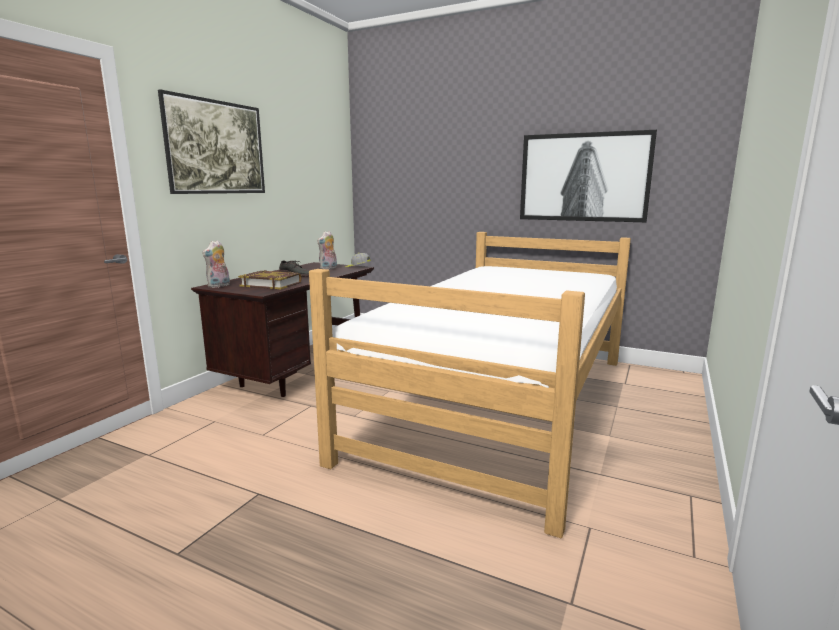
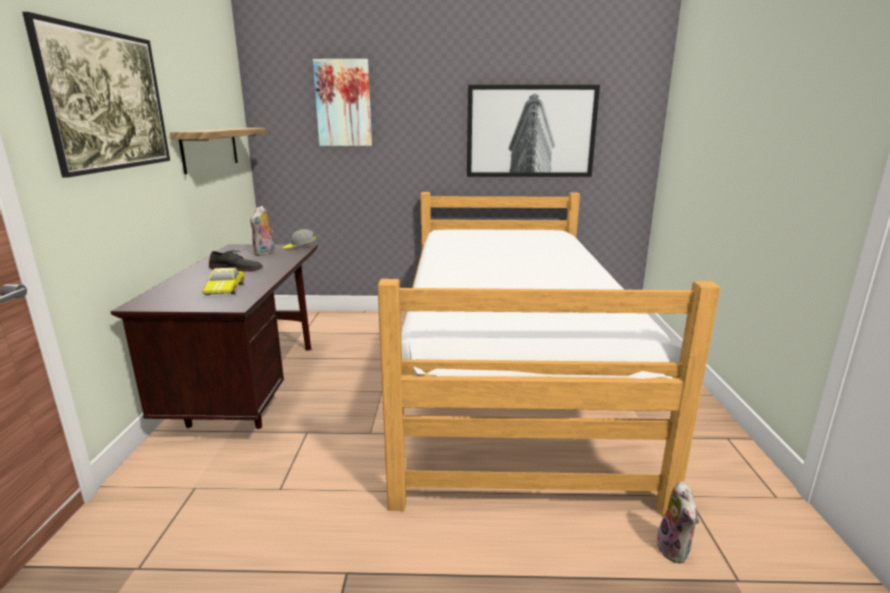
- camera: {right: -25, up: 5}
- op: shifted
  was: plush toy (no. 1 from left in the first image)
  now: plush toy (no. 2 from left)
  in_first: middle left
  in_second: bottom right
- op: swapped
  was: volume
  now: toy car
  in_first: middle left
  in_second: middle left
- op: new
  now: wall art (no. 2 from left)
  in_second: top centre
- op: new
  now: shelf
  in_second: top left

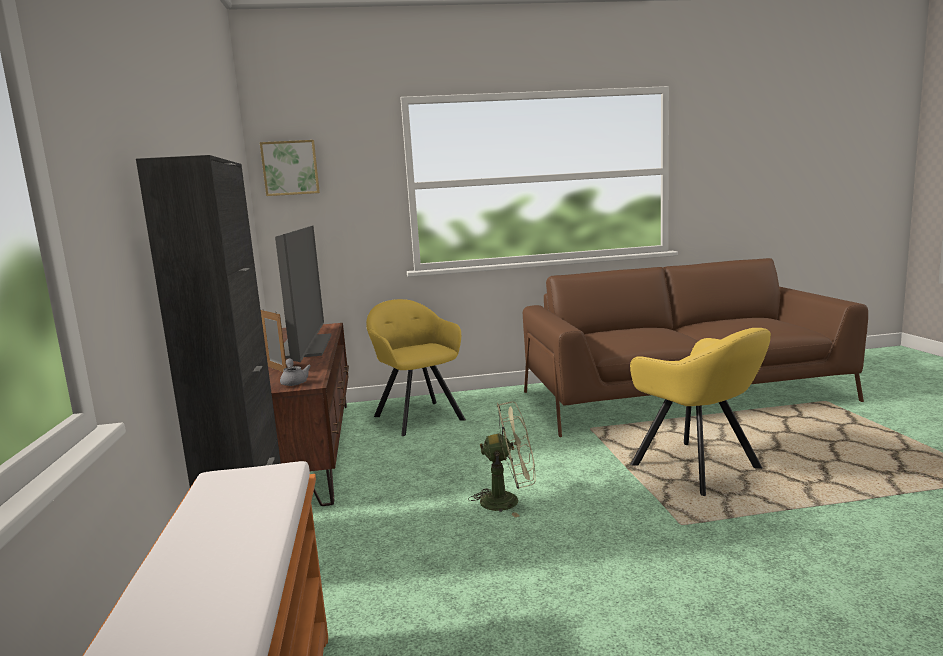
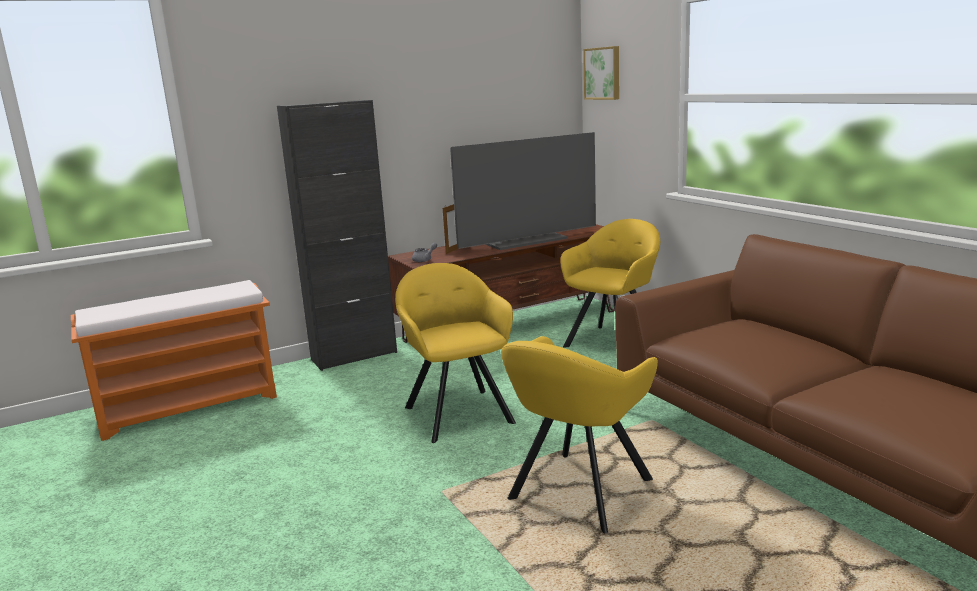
- camera: {right: 70, up: 5}
- op: swapped
  was: green cooling fan
  now: yellow-coloured lounge chair (no. 1 from left)
  in_first: bottom centre
  in_second: centre

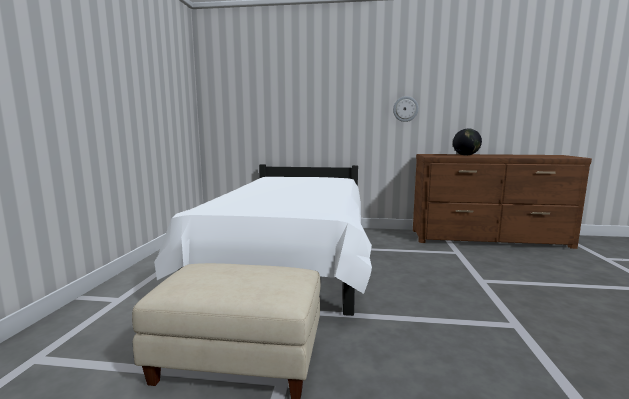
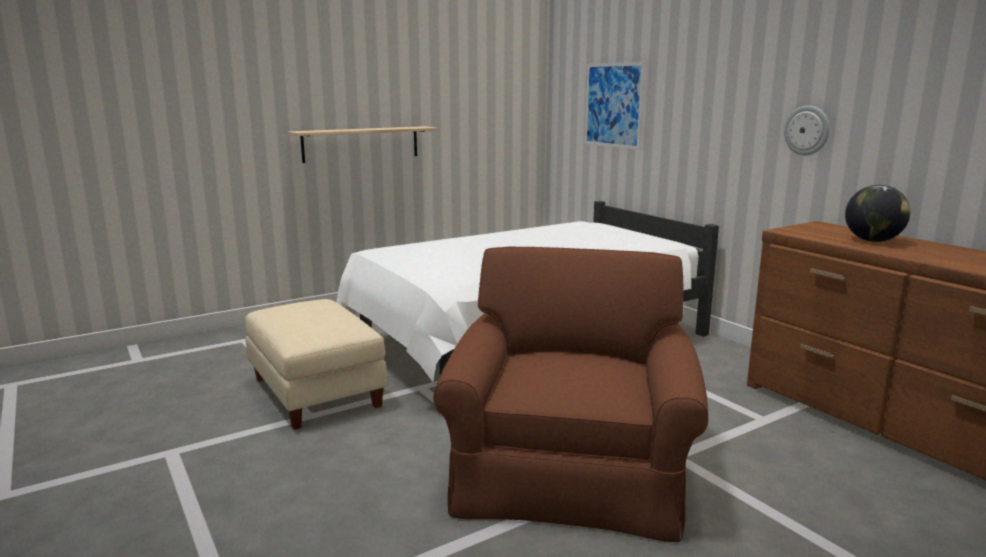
- camera: {right: 50, up: 5}
- op: new
  now: wall art
  in_second: top centre
- op: new
  now: shelf
  in_second: top centre
- op: new
  now: brownish lounge chair
  in_second: bottom centre

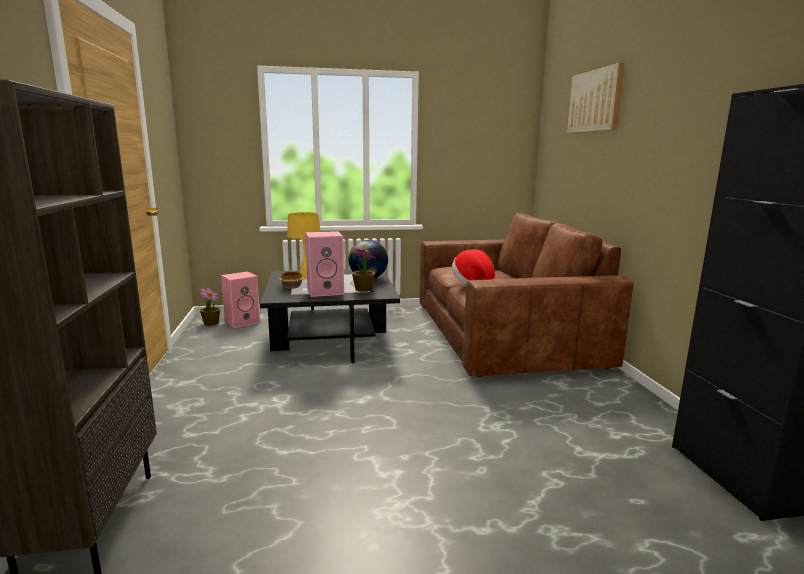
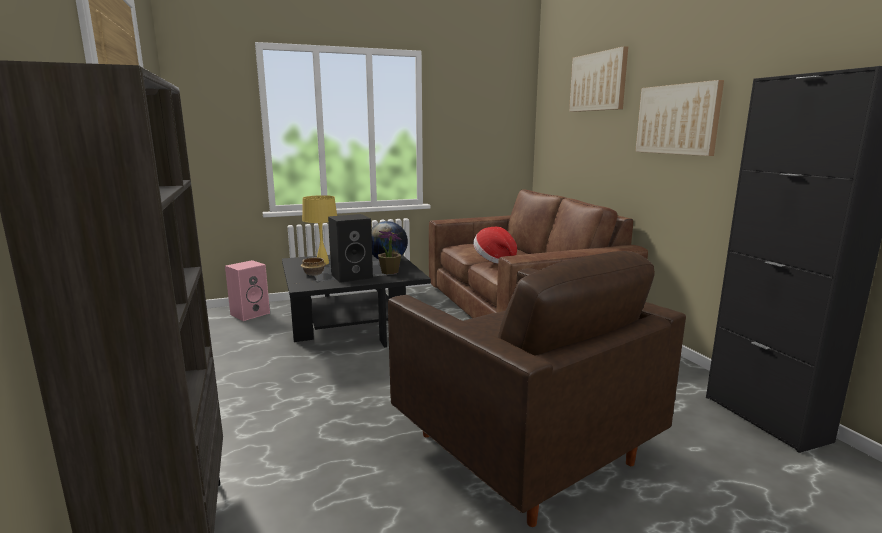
- camera: {right: -10, up: 0}
- op: repainted
  was: pink-coloured speaker (no. 2 from left)
  now: black speaker
  in_first: centre
  in_second: centre
- op: gone
  was: potted plant (no. 1 from left)
  in_first: middle left
- op: new
  now: wall art (no. 2 from left)
  in_second: top right
- op: new
  now: brownish lounge chair
  in_second: bottom centre

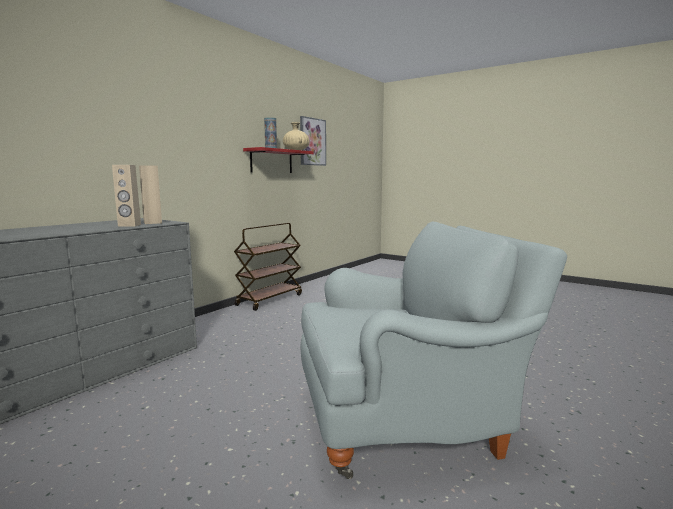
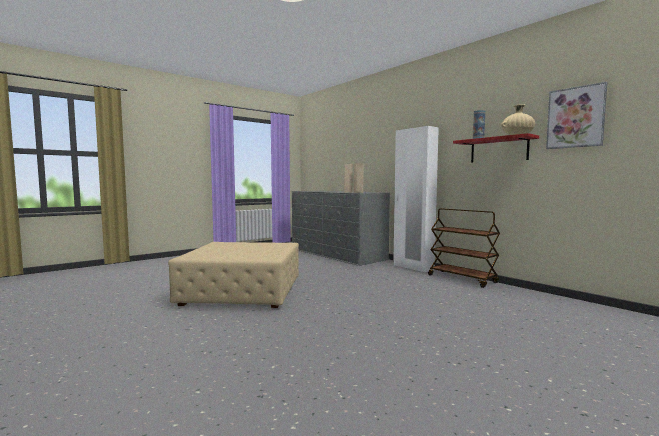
- camera: {right: 105, up: -5}
- op: swapped
  was: greyish lounge chair
  now: beige ottoman
  in_first: bottom centre
  in_second: centre
- op: new
  now: white-coloured armoire
  in_second: centre

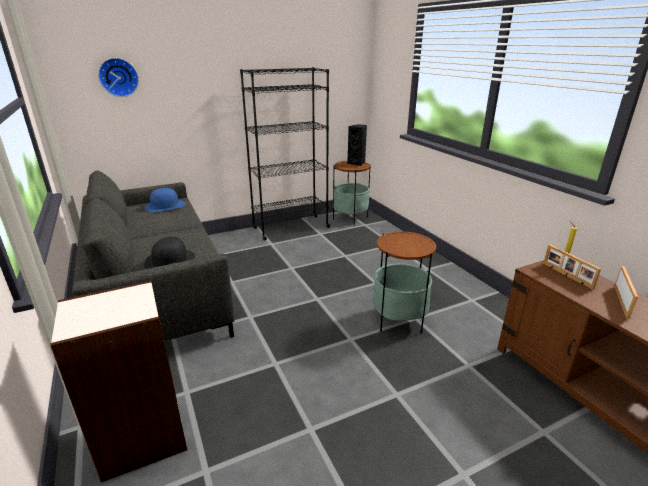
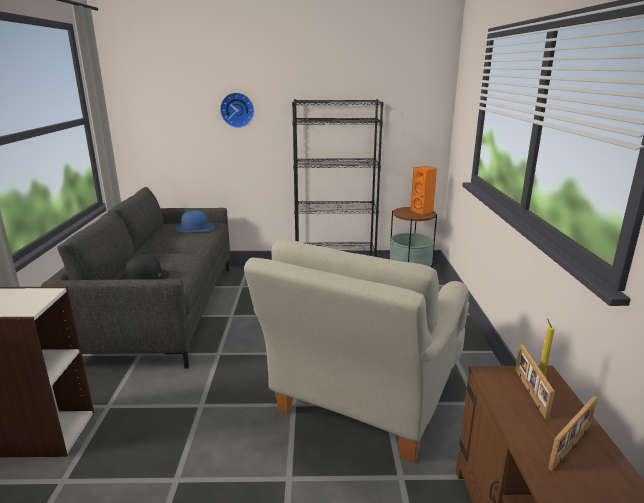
- camera: {right: 25, up: -5}
- op: shifted
  was: wall clock
  in_first: top left
  in_second: top centre
- op: repainted
  was: black speaker
  now: orange-coloured speaker
  in_first: top centre
  in_second: centre
- op: swapped
  was: accent table (no. 2 from left)
  now: beige lounge chair
  in_first: centre
  in_second: bottom centre

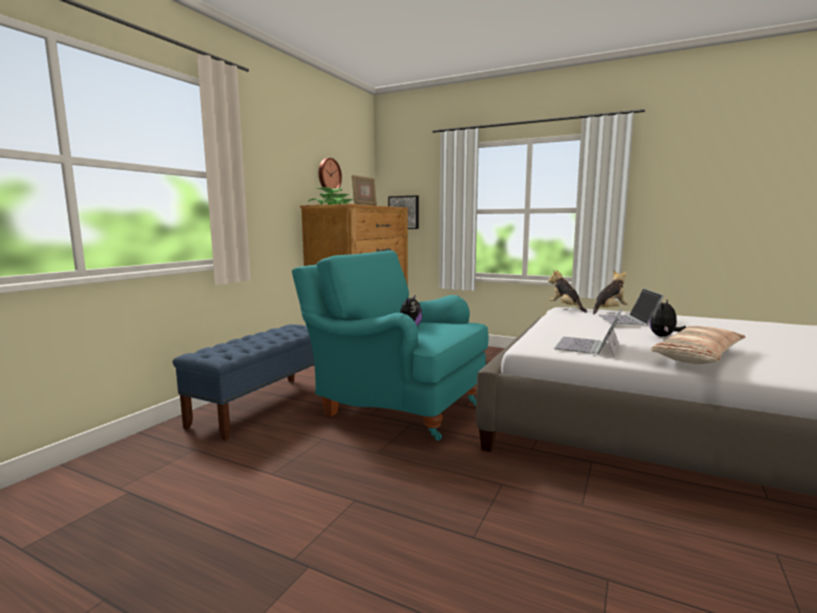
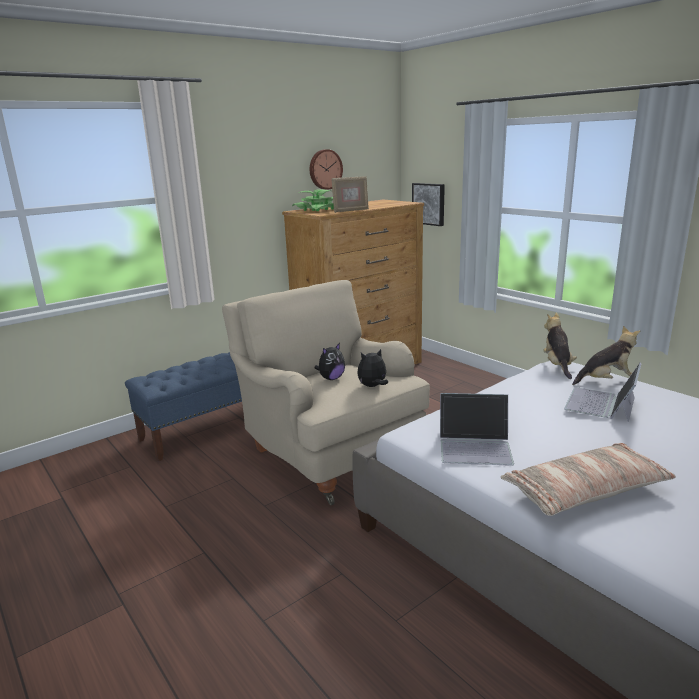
- camera: {right: 25, up: 10}
- op: repainted
  was: turquoise lounge chair
  now: beige lounge chair
  in_first: centre
  in_second: centre
- op: shifted
  was: plush toy (no. 4 from left in the first image)
  now: plush toy (no. 2 from left)
  in_first: middle right
  in_second: centre
- op: rotated
  was: laptop (no. 1 from left)
  in_first: middle right
  in_second: middle right
  clockwise: -135

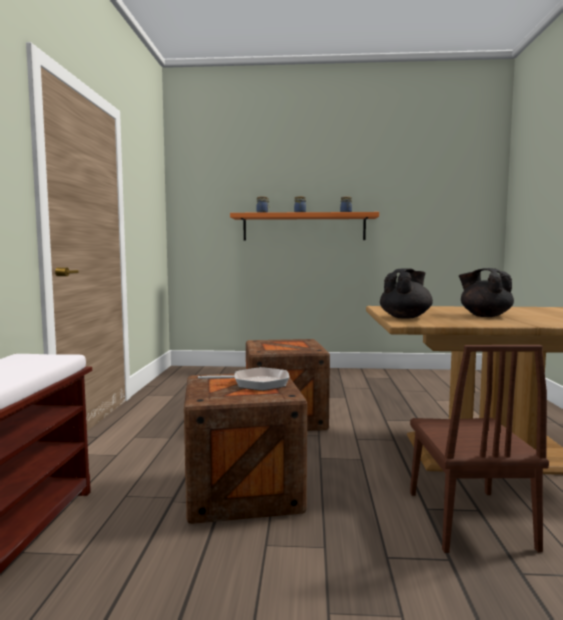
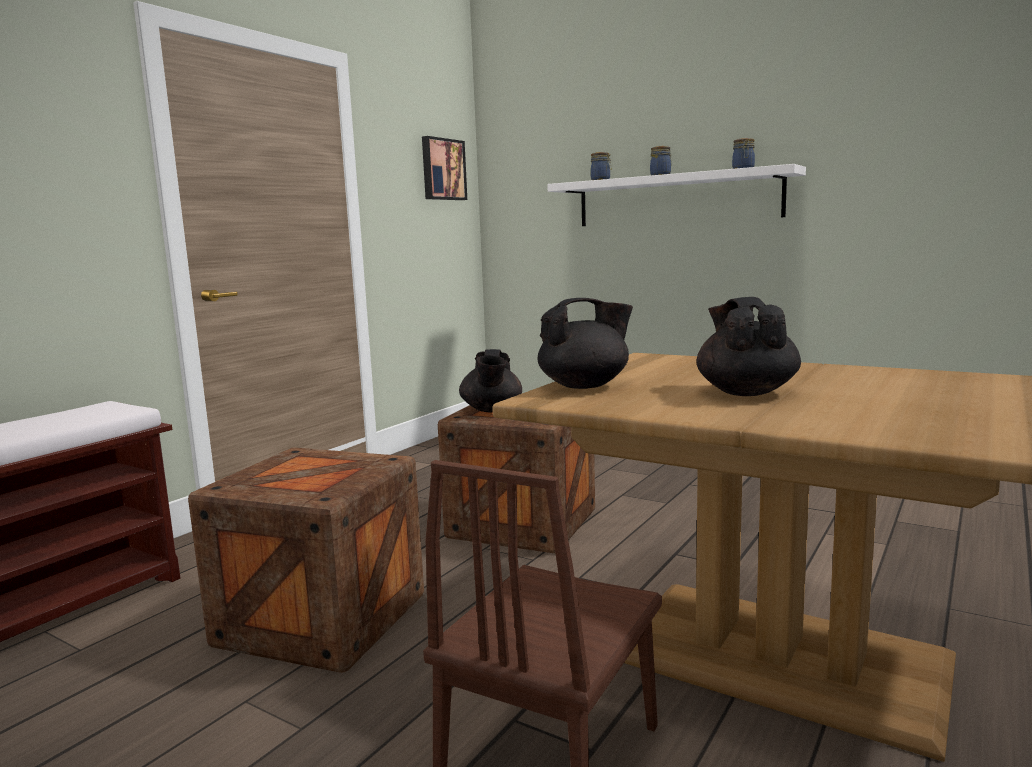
- camera: {right: 30, up: 5}
- op: repainted
  was: orange-coloured shelf
  now: white-coloured shelf
  in_first: centre
  in_second: top centre
- op: gone
  was: pan
  in_first: centre
- op: new
  now: wall art
  in_second: top centre
- op: new
  now: black teapot (no. 1 from left)
  in_second: centre

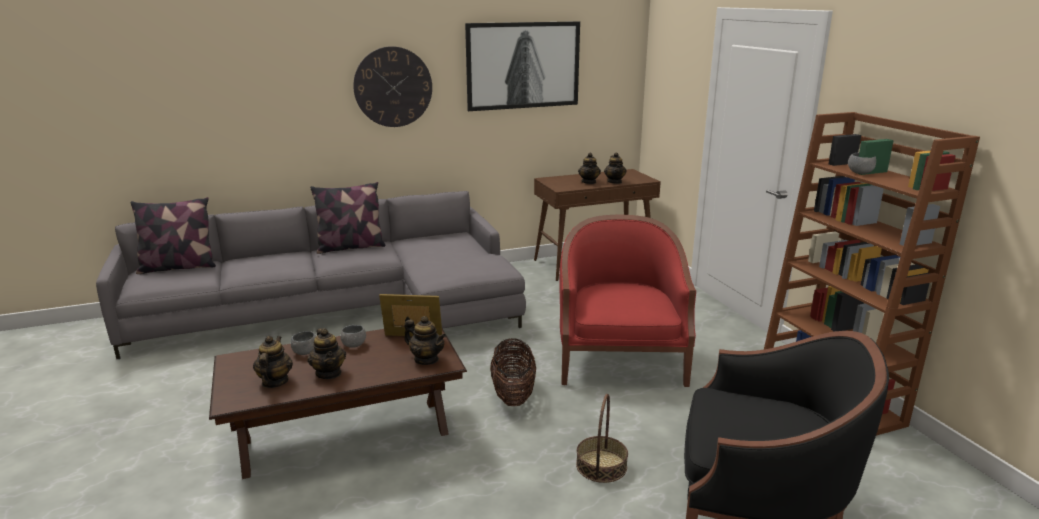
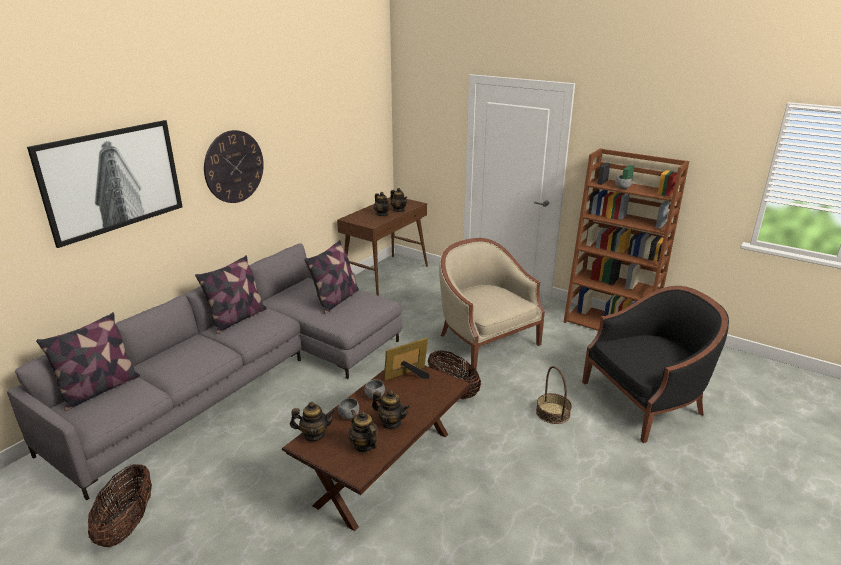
- camera: {right: -35, up: 5}
- op: shifted
  was: wall art
  in_first: top centre
  in_second: top left
- op: repainted
  was: red-coloured lounge chair
  now: beige lounge chair
  in_first: centre
  in_second: centre
- op: shifted
  was: teapot (no. 3 from left in the first image)
  now: teapot (no. 1 from left)
  in_first: centre
  in_second: bottom centre
- op: new
  now: pillow (no. 3 from left)
  in_second: centre
- op: new
  now: storage basket (no. 1 from left)
  in_second: bottom left

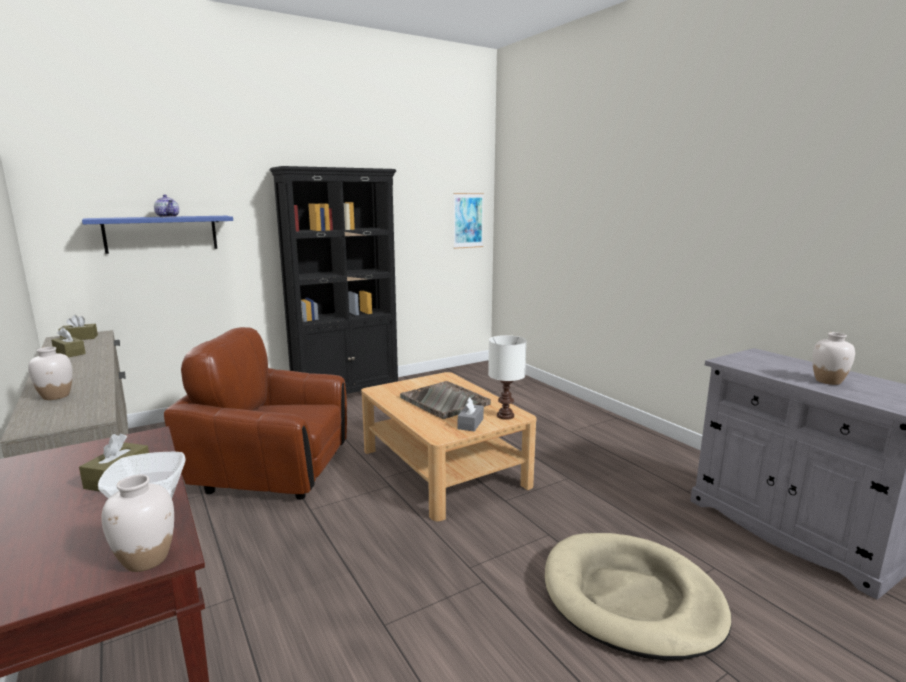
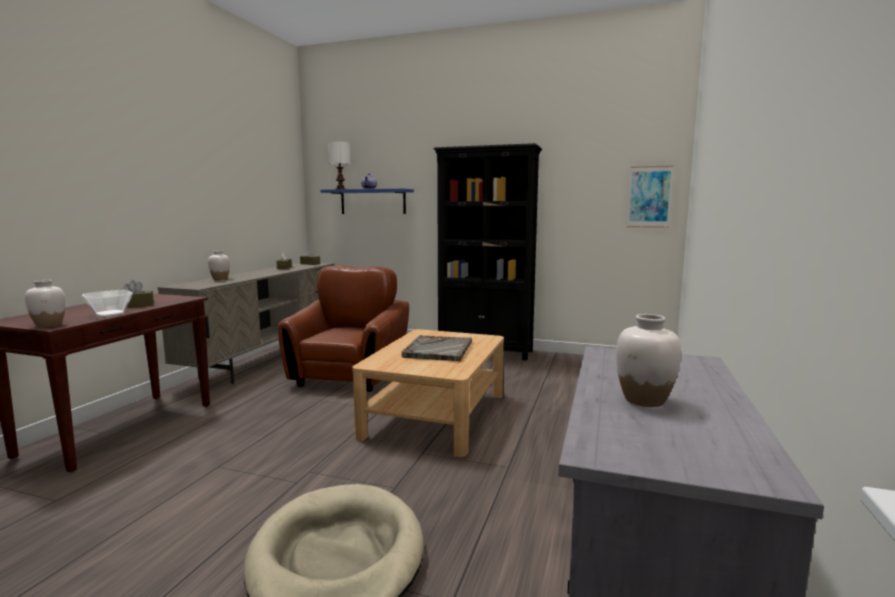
- camera: {right: 50, up: -5}
- op: rotated
  was: brownish lounge chair
  in_first: middle left
  in_second: centre
  clockwise: 45
- op: shifted
  was: white-coloured lamp for a table
  in_first: centre
  in_second: top centre
- op: gone
  was: greyish tissue box
  in_first: centre

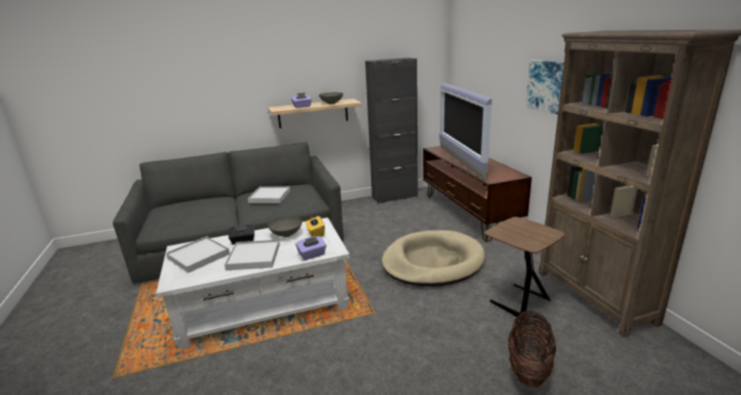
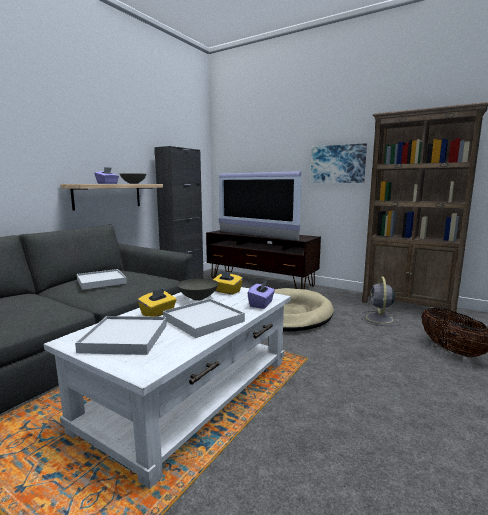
- camera: {right: -40, up: -10}
- op: swapped
  was: brownish accent table
  now: greyish cooling fan
  in_first: bottom right
  in_second: middle right
- op: repainted
  was: black tissue box
  now: yellow-coloured tissue box (no. 1 from left)
  in_first: middle left
  in_second: middle left

